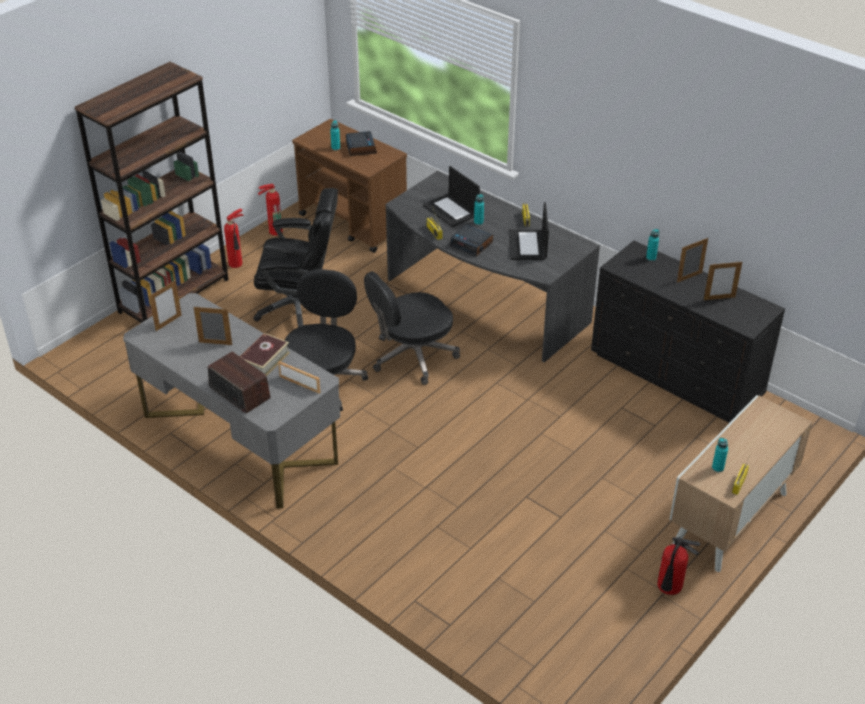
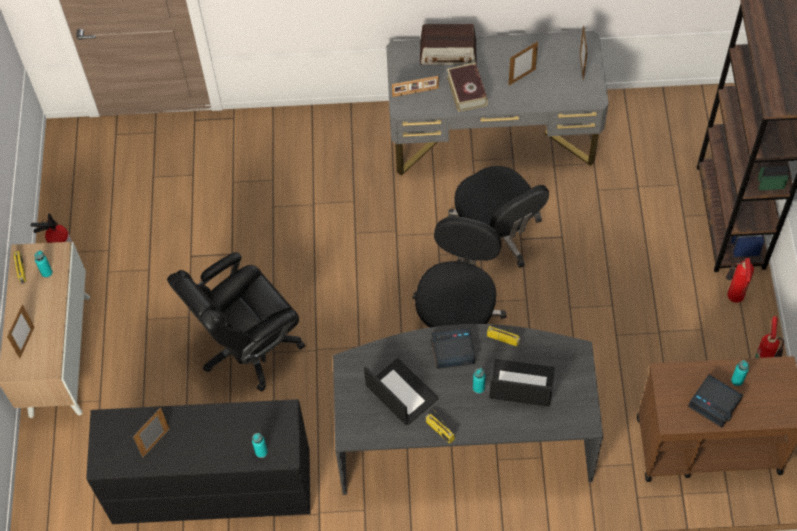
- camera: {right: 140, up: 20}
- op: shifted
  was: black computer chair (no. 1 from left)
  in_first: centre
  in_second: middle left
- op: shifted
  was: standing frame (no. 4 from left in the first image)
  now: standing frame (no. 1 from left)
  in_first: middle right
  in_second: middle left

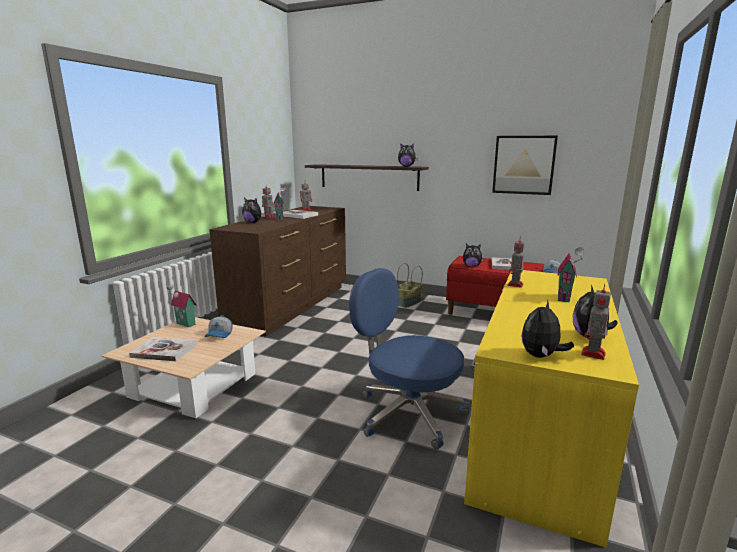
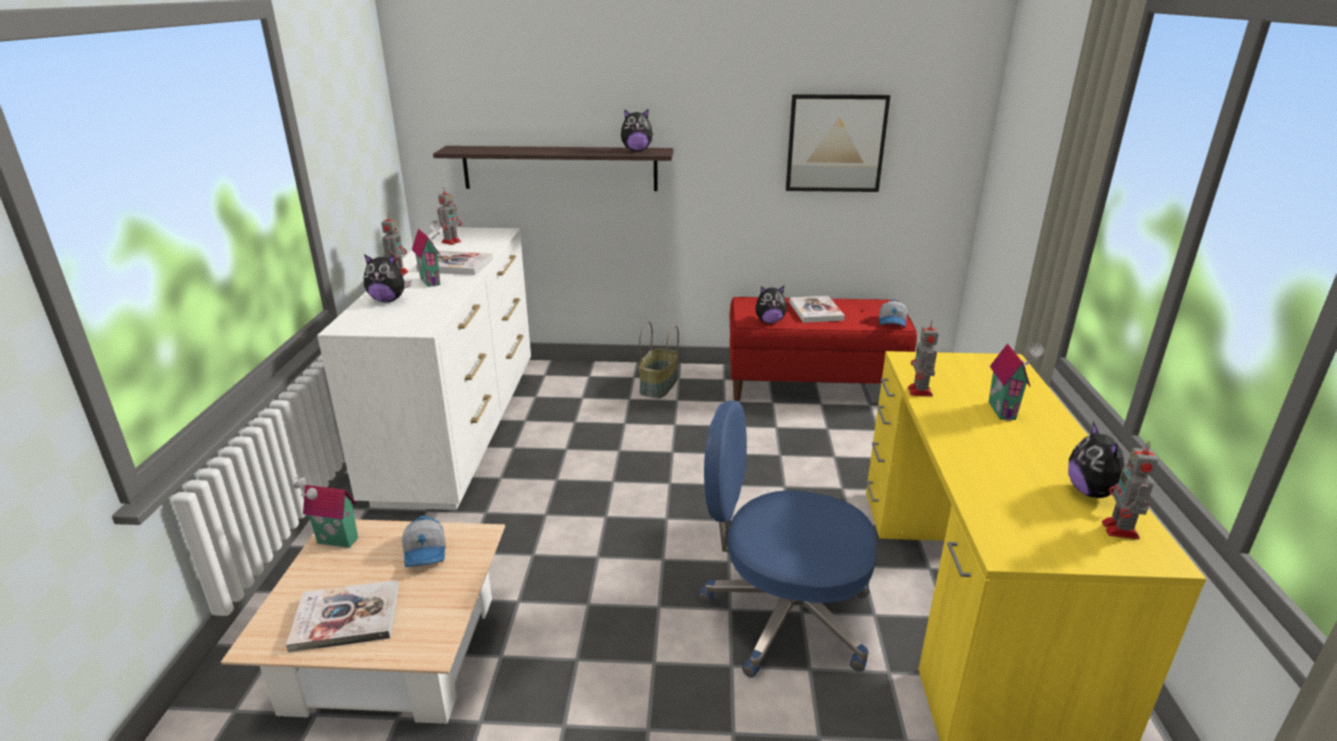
- camera: {right: -20, up: 10}
- op: repainted
  was: brownish dresser
  now: white-coloured dresser
  in_first: centre
  in_second: middle left
- op: gone
  was: plush toy (no. 4 from left)
  in_first: middle right

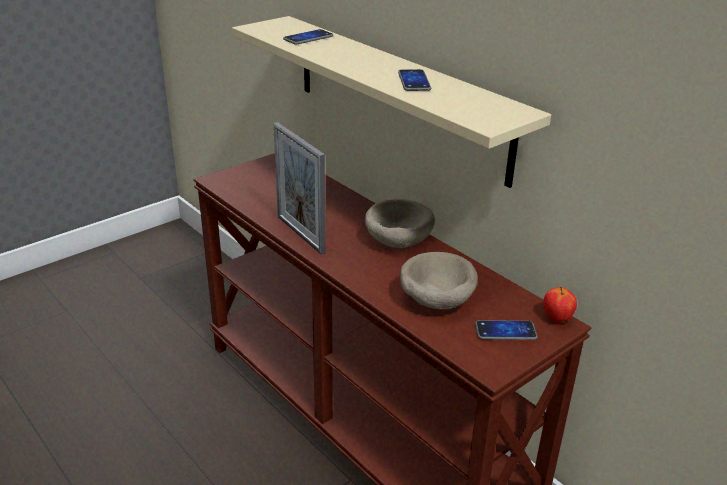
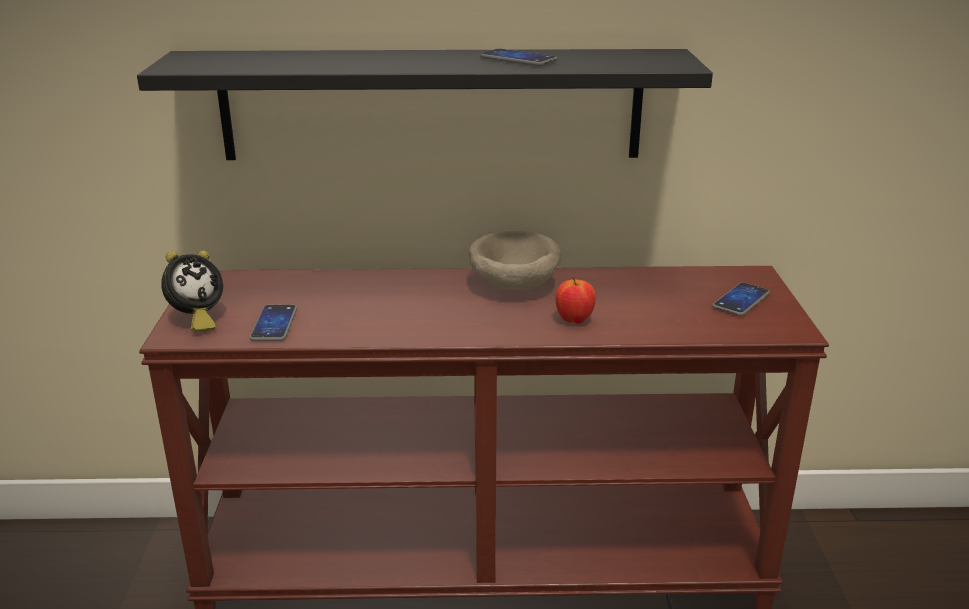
- camera: {right: -50, up: -5}
- op: repainted
  was: beige shelf
  now: black shelf
  in_first: top centre
  in_second: top centre
- op: shifted
  was: phone (no. 1 from left)
  in_first: top centre
  in_second: middle left
- op: gone
  was: standing frame
  in_first: centre
- op: gone
  was: beige serving bowl (no. 2 from left)
  in_first: centre
- op: shifted
  was: apple
  in_first: middle right
  in_second: centre
- op: new
  now: table clock
  in_second: middle left

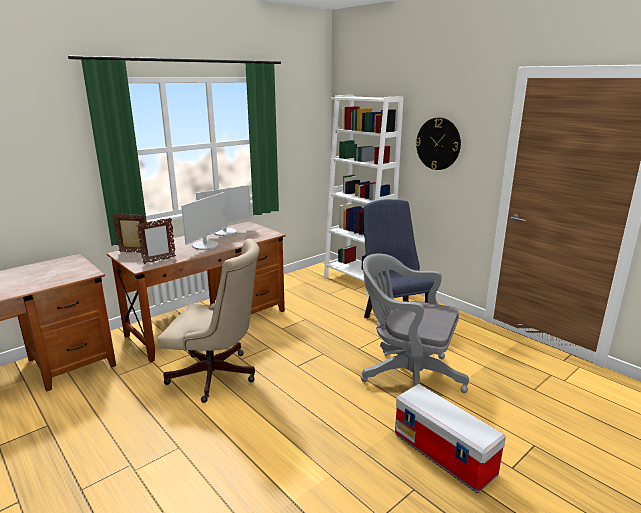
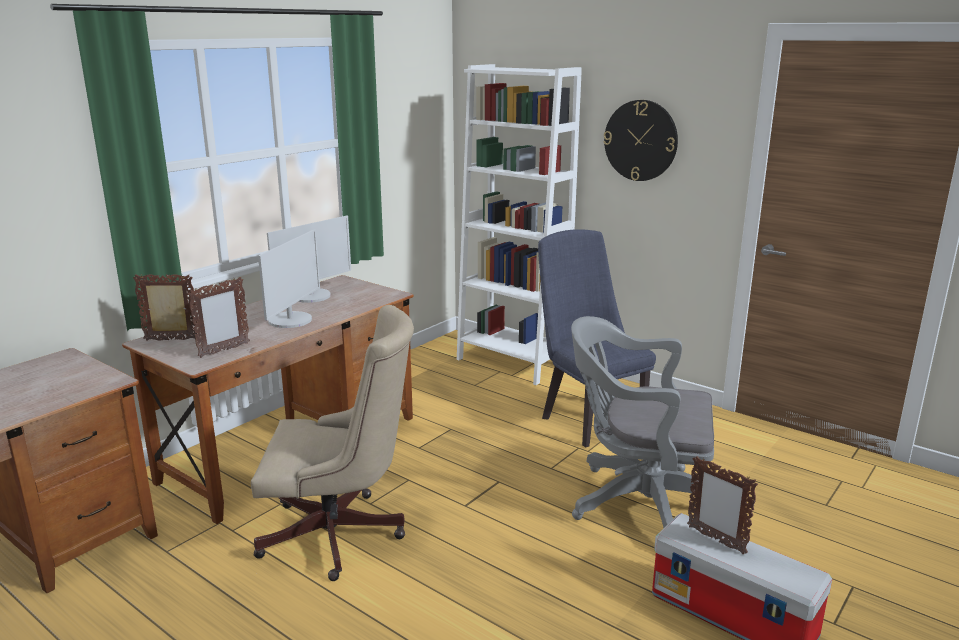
- camera: {right: -10, up: 0}
- op: new
  now: standing frame (no. 3 from left)
  in_second: bottom right

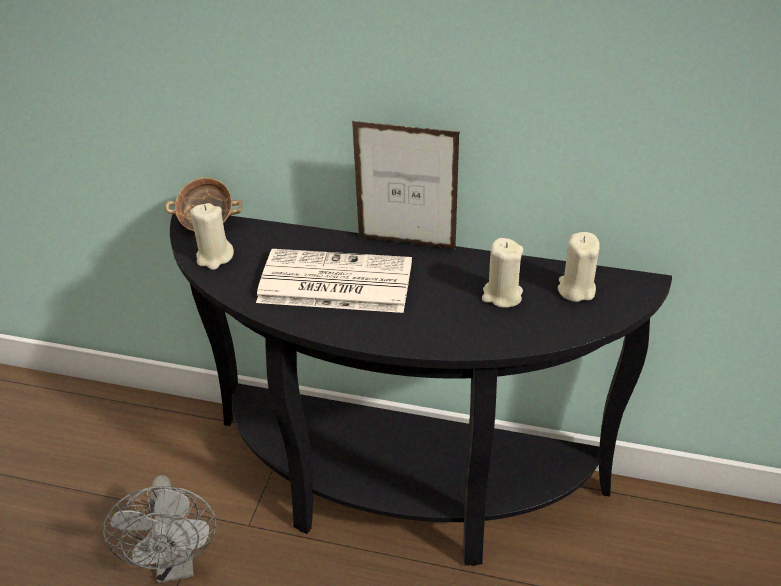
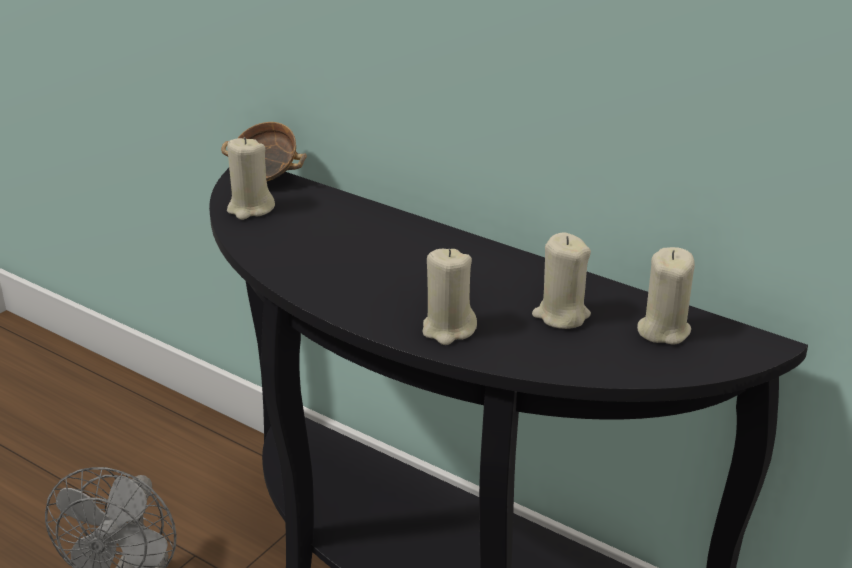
- camera: {right: 20, up: -10}
- op: gone
  was: standing frame
  in_first: top centre
- op: gone
  was: newspaper
  in_first: centre
- op: new
  now: beige wax light (no. 2 from left)
  in_second: centre

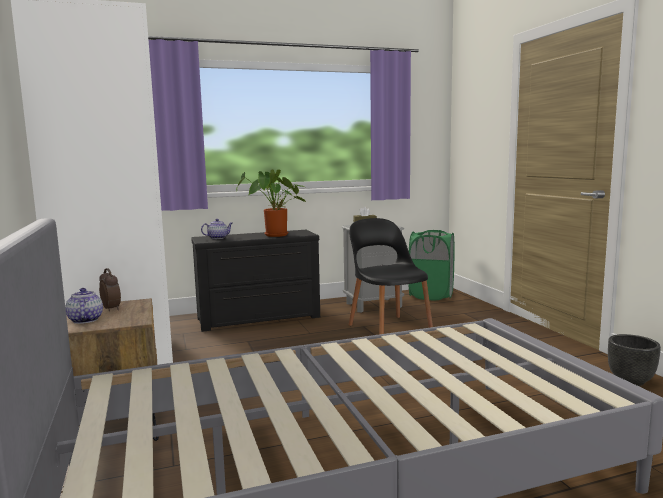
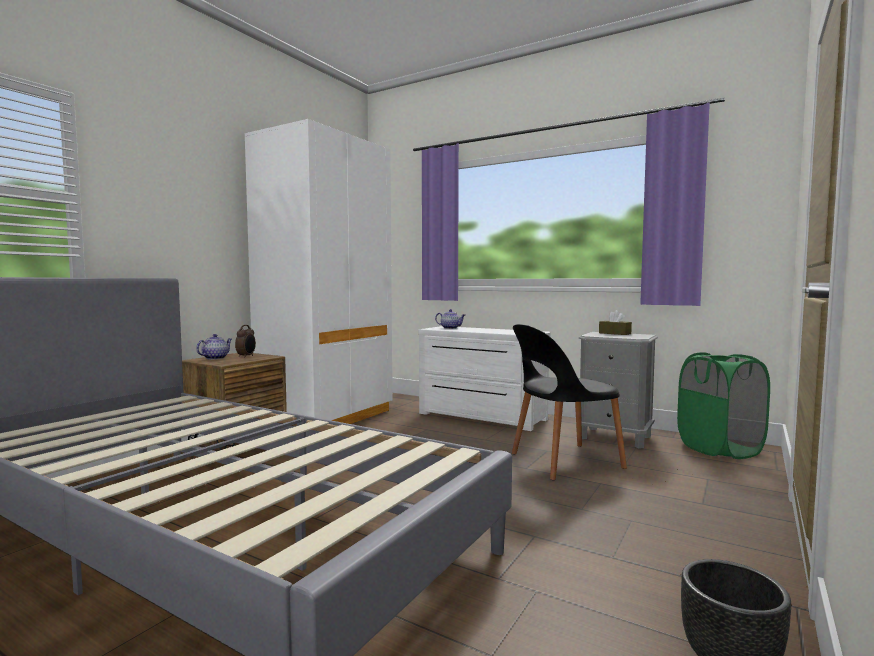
- camera: {right: 50, up: -5}
- op: gone
  was: potted plant
  in_first: centre
- op: rotated
  was: black chair
  in_first: centre
  in_second: centre
  clockwise: -135
- op: repainted
  was: black dresser
  now: white-coloured dresser
  in_first: centre
  in_second: centre

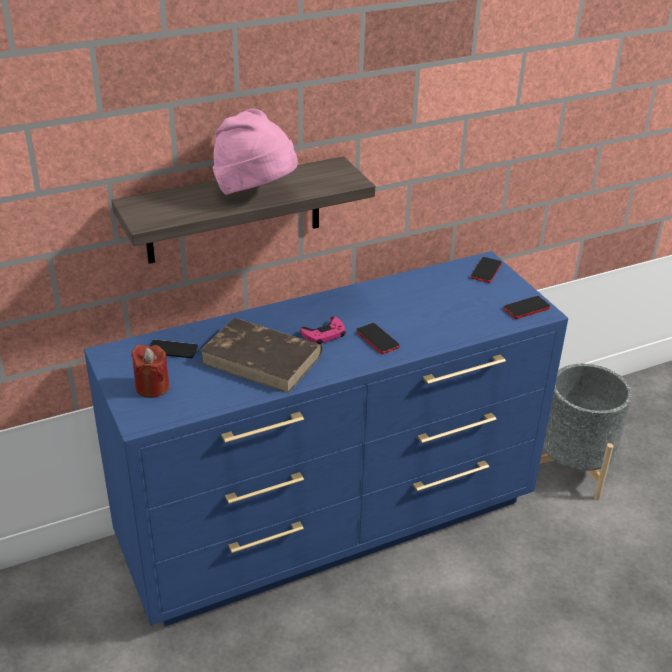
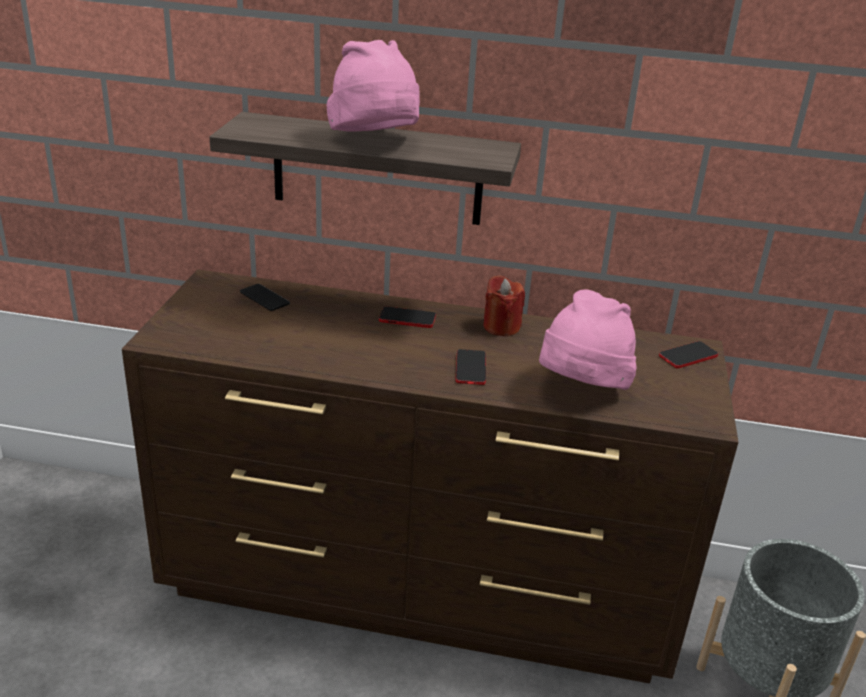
- camera: {right: 35, up: -5}
- op: repainted
  was: bluish dresser
  now: brownish dresser
  in_first: centre
  in_second: bottom centre
- op: shifted
  was: phone (no. 4 from left in the first image)
  now: phone (no. 2 from left)
  in_first: middle right
  in_second: centre
- op: gone
  was: pink-coloured joypad
  in_first: centre
- op: gone
  was: brownish volume
  in_first: centre
- op: shifted
  was: red-coloured wax light
  in_first: middle left
  in_second: centre
- op: new
  now: pink-coloured hat (no. 2 from left)
  in_second: middle right

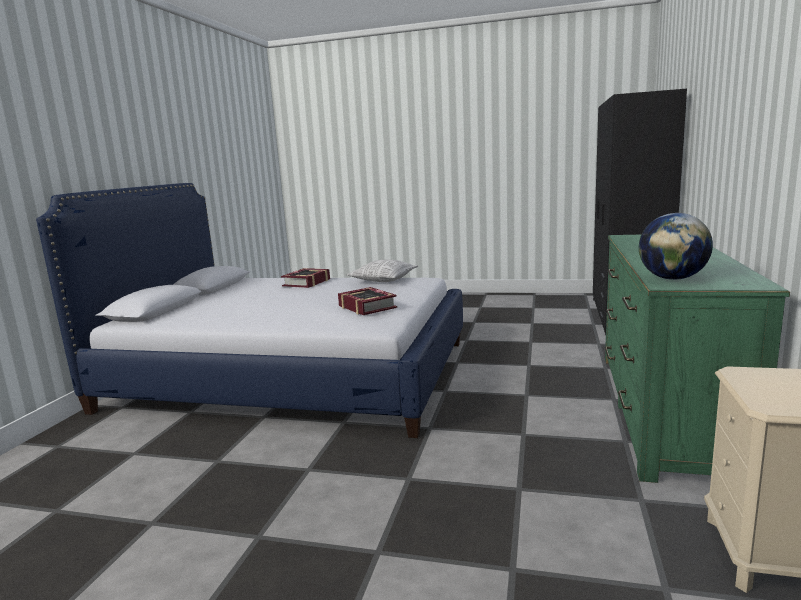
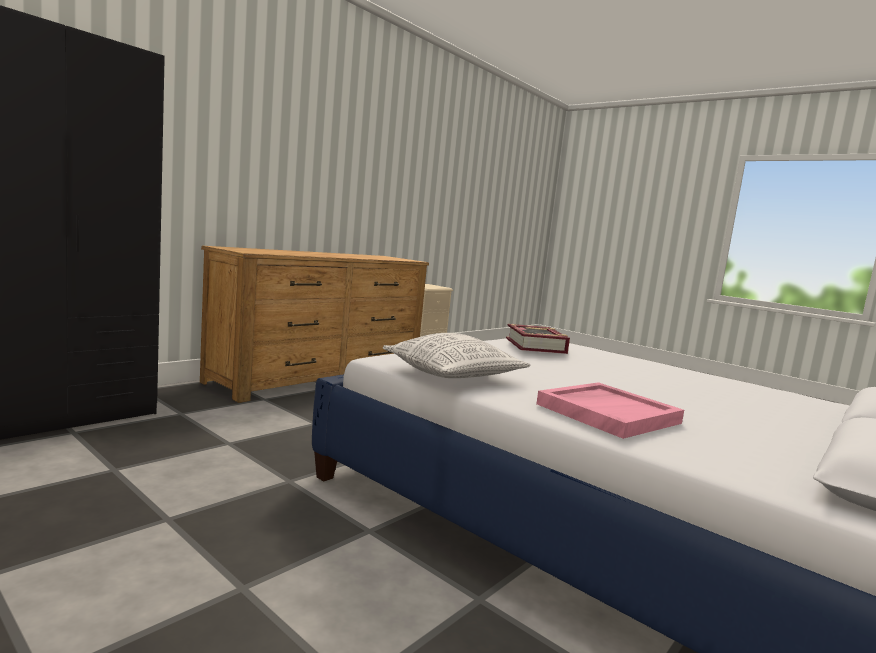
- camera: {right: -155, up: -5}
- op: gone
  was: desk globe
  in_first: middle right
- op: repainted
  was: green dresser
  now: brownish dresser
  in_first: middle right
  in_second: centre
- op: swapped
  was: volume (no. 1 from left)
  now: pink-coloured tray
  in_first: centre
  in_second: middle right

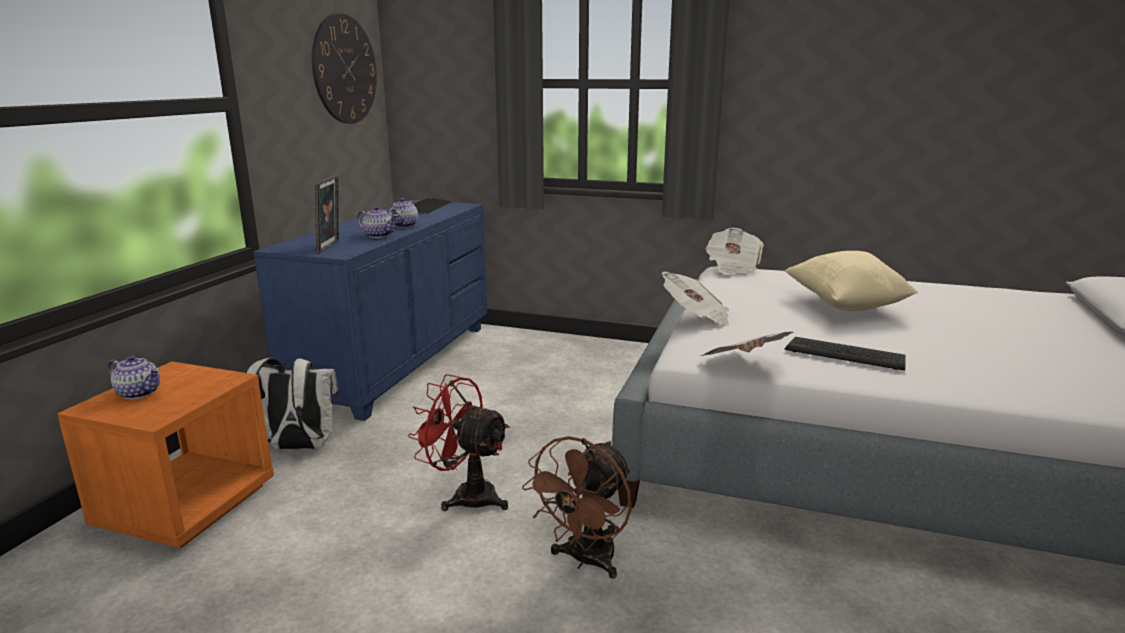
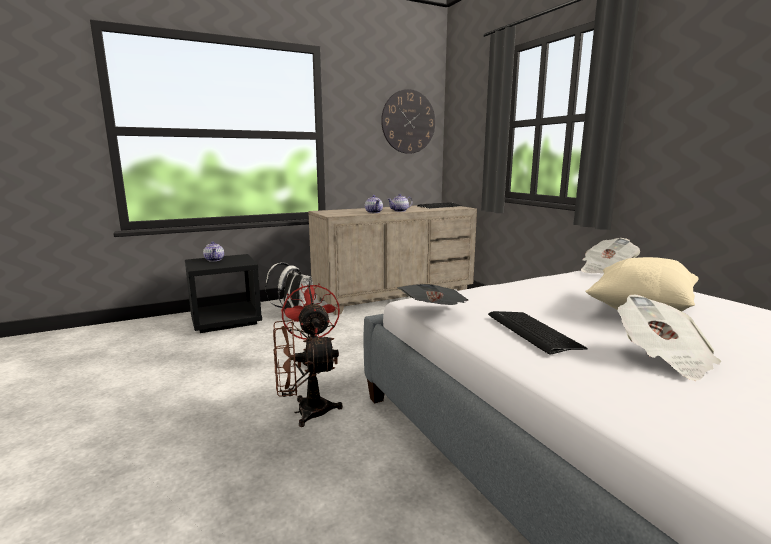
- camera: {right: 45, up: -5}
- op: gone
  was: standing frame
  in_first: middle left
- op: repainted
  was: bluish dresser
  now: beige dresser
  in_first: middle left
  in_second: centre
- op: shifted
  was: newspaper (no. 1 from left in the first image)
  now: newspaper (no. 3 from left)
  in_first: centre
  in_second: middle right
- op: repainted
  was: orange-coloured nightstand
  now: black nightstand
  in_first: bottom left
  in_second: middle left

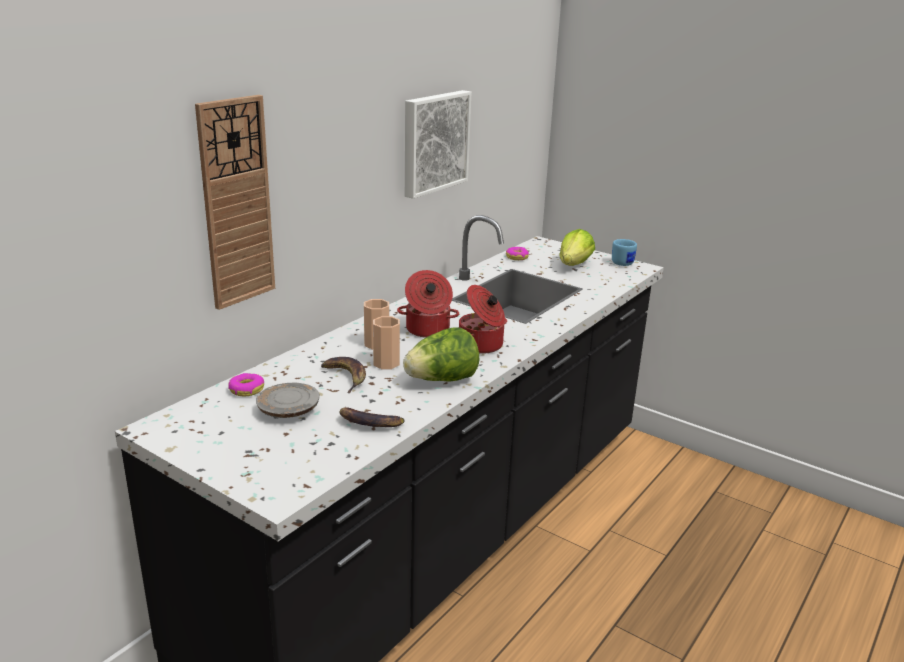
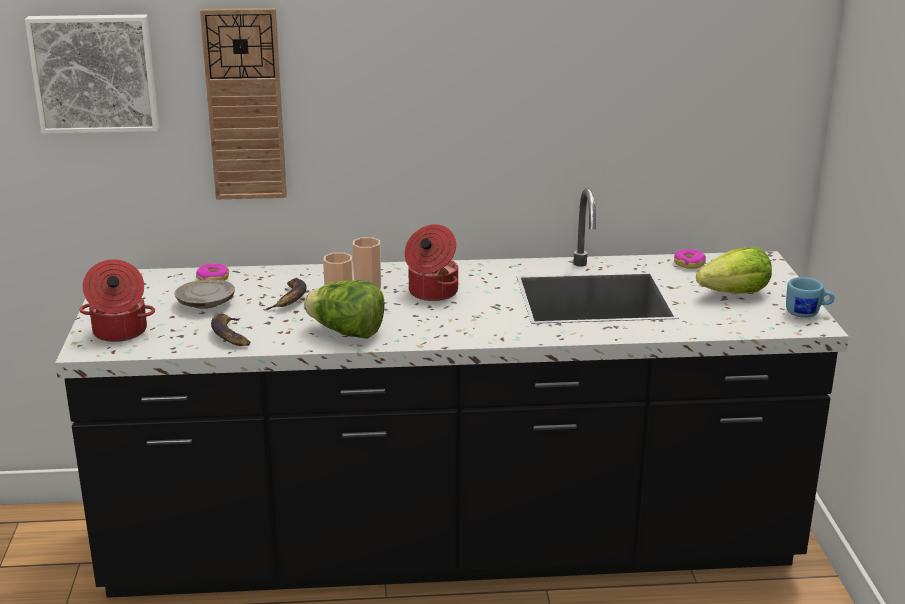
- camera: {right: 50, up: 0}
- op: shifted
  was: wall art
  in_first: top centre
  in_second: top left
- op: shifted
  was: stockpot (no. 2 from left in the first image)
  now: stockpot (no. 1 from left)
  in_first: centre
  in_second: middle left

